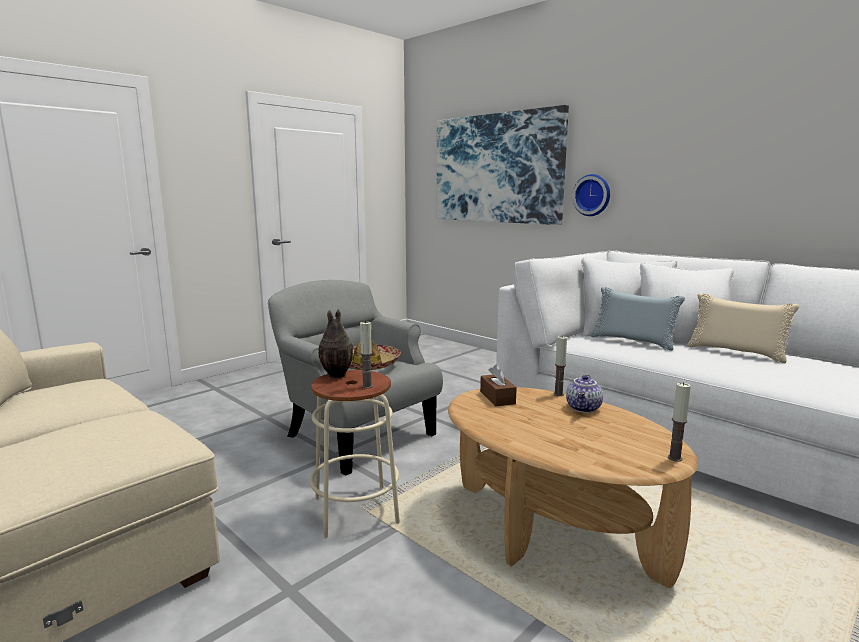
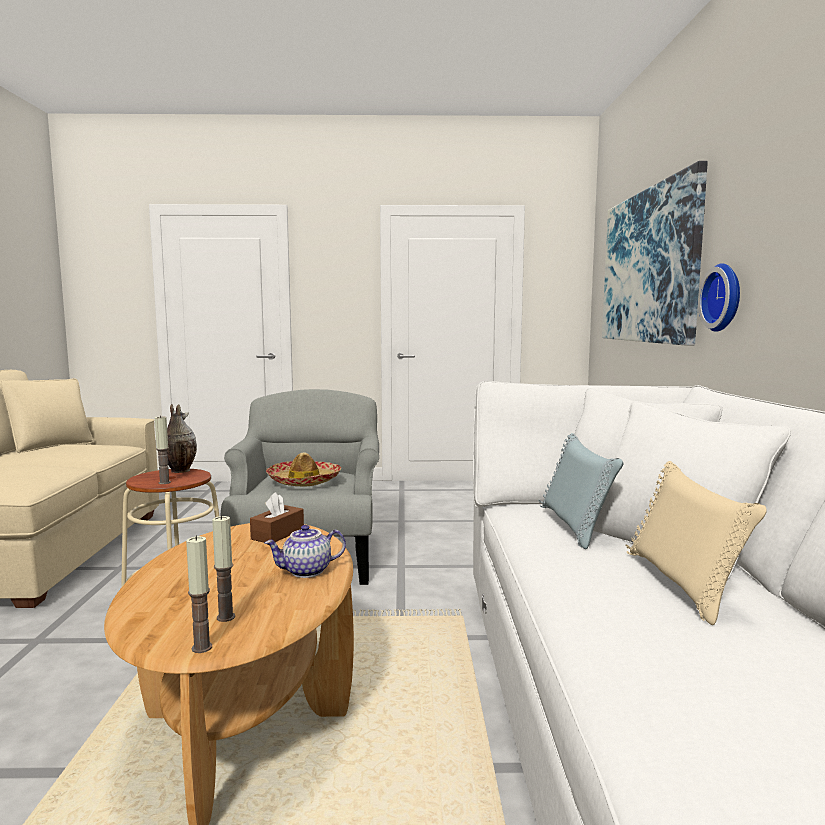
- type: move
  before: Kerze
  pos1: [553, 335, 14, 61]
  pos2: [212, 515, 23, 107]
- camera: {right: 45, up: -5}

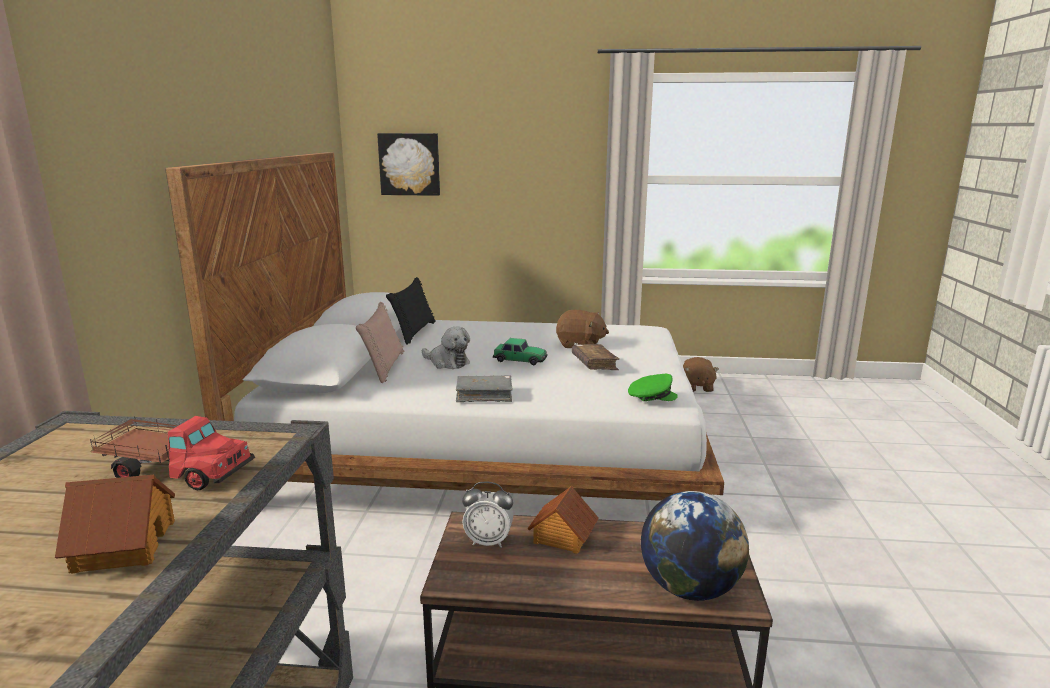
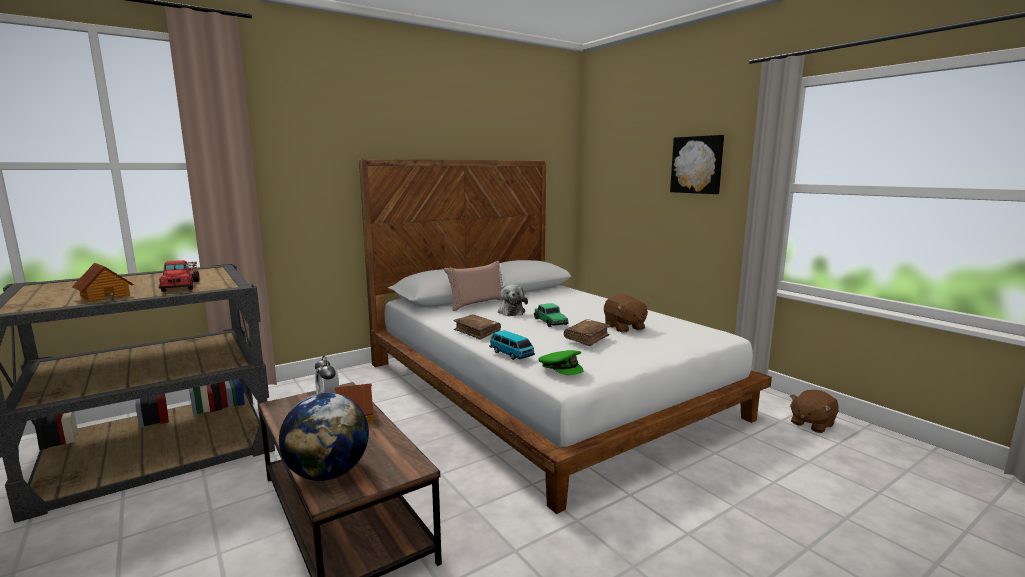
- type: delete
  before: Kissen/schwarz
  pos1: [386, 277, 50, 67]
- type: insert
  after: Spielzeugauto
  pos2: [490, 330, 45, 30]
- type: move
  before: Bild
  pos1: [377, 133, 63, 63]
  pos2: [670, 135, 54, 59]
- type: recolor
  before: Buch/grau
  after: Buch/braun
  pos1: [456, 375, 56, 27]
  pos2: [453, 315, 48, 25]
- camera: {right: 50, up: -5}

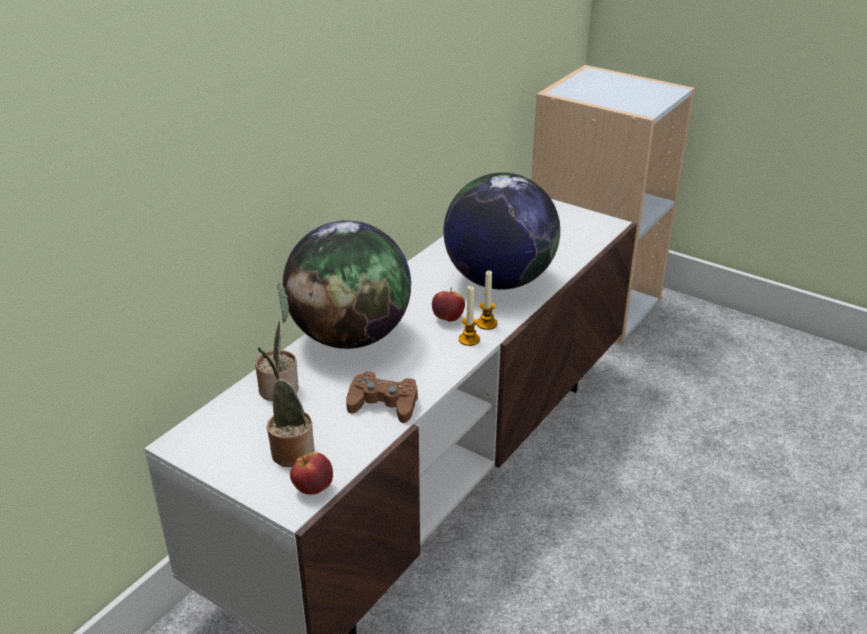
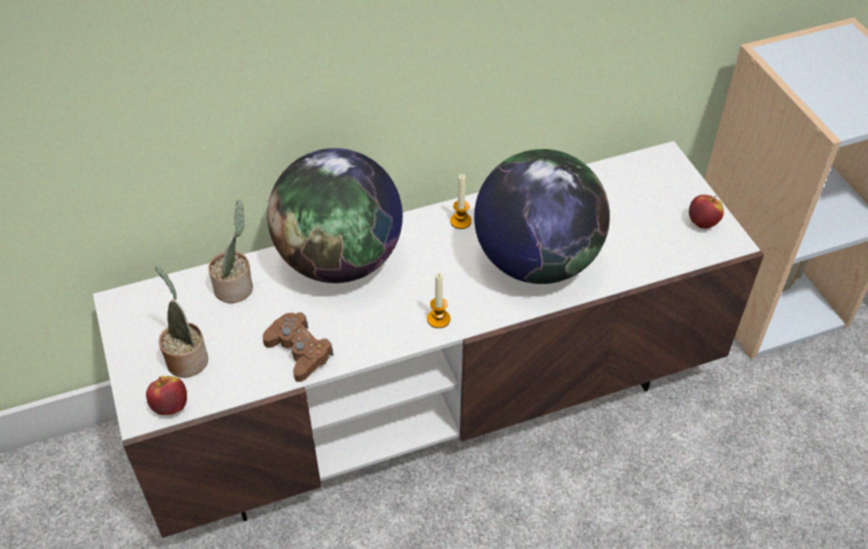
- type: move
  before: Apfel
  pos1: [432, 288, 33, 34]
  pos2: [689, 195, 35, 34]
- type: move
  before: Kerze
  pos1: [477, 270, 20, 60]
  pos2: [450, 174, 22, 55]
- camera: {right: 35, up: 15}

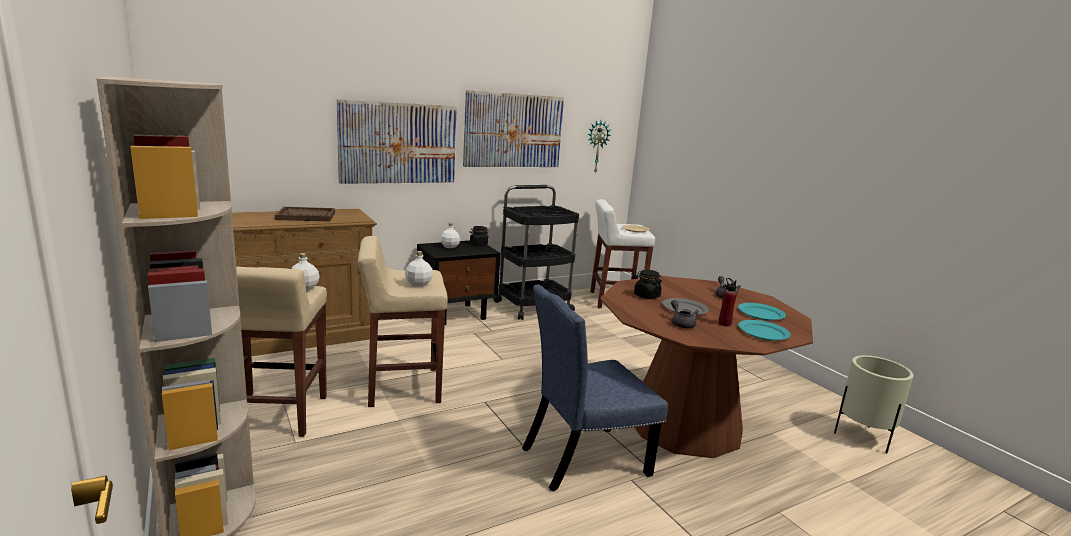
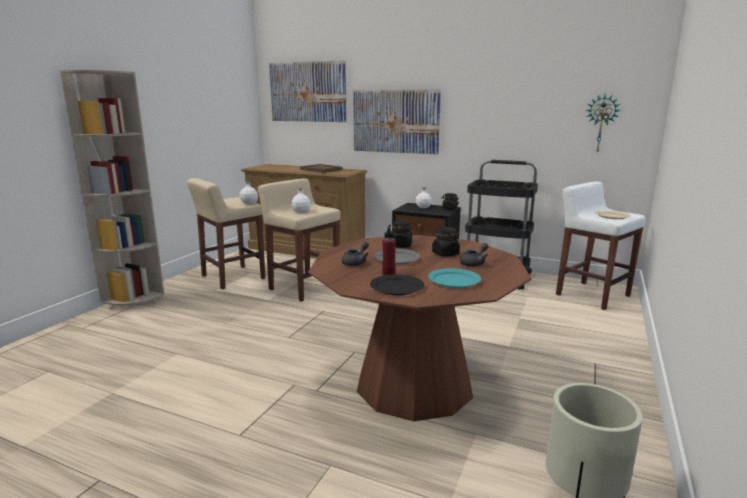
- type: delete
  before: Stuhl/blau
  pos1: [522, 284, 146, 207]
- type: insert
  after: Vorratsglas/schwarz
  pos2: [432, 227, 28, 30]
- type: move
  before: Bild
  pos1: [463, 90, 101, 77]
  pos2: [269, 60, 78, 62]
- type: recolor
  before: Teller/türkis
  after: Teller/schwarz
  pos1: [738, 320, 53, 21]
  pos2: [370, 274, 54, 21]
- camera: {right: 55, up: 0}

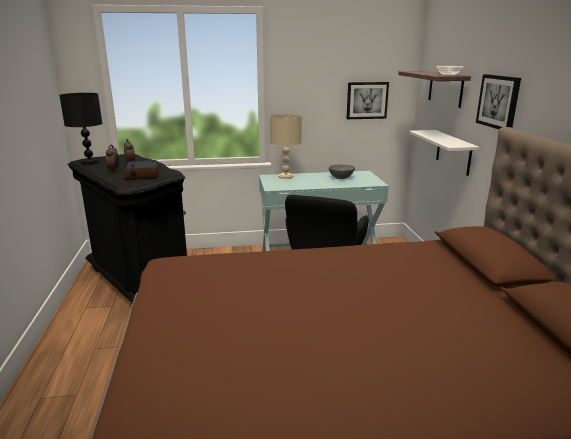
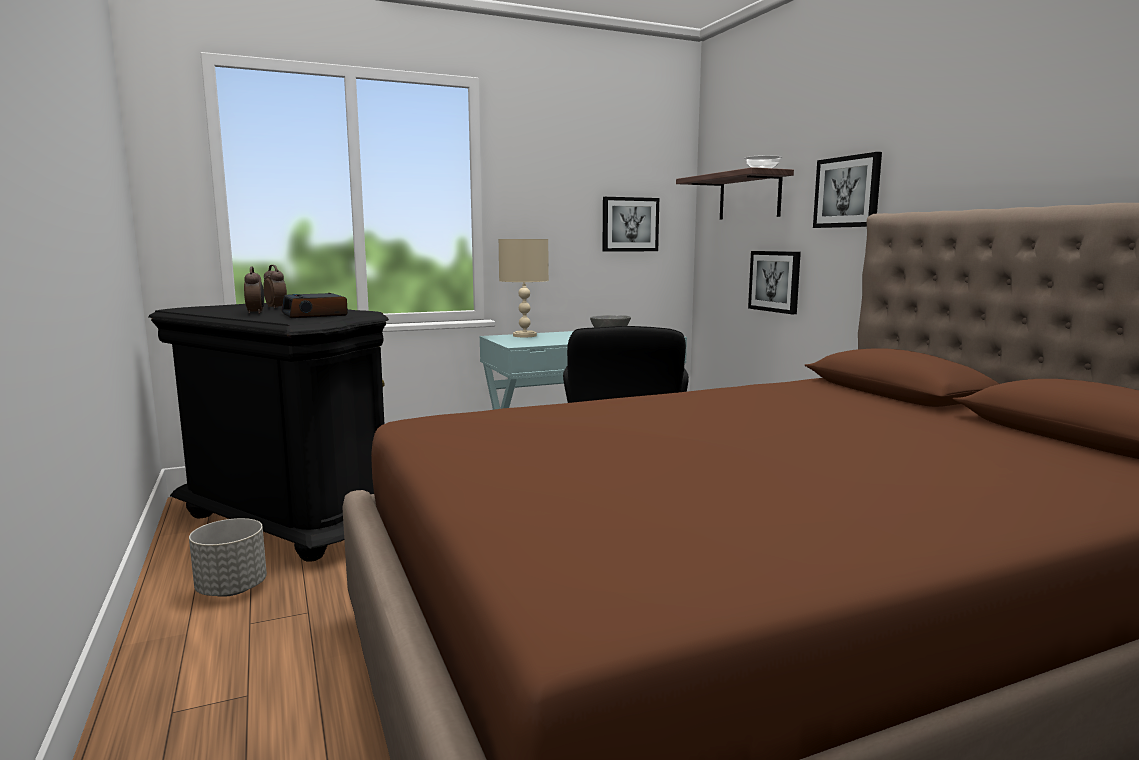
- type: delete
  before: Tischlampe/schwarz
  pos1: [59, 93, 43, 72]
- type: insert
  after: Pflanzkübel/grau
  pos2: [189, 518, 78, 79]
- type: replace
  before: Wandregal/weiß
  after: Bild
  pos1: [409, 130, 71, 46]
  pos2: [748, 251, 53, 63]
- camera: {right: -15, up: -10}

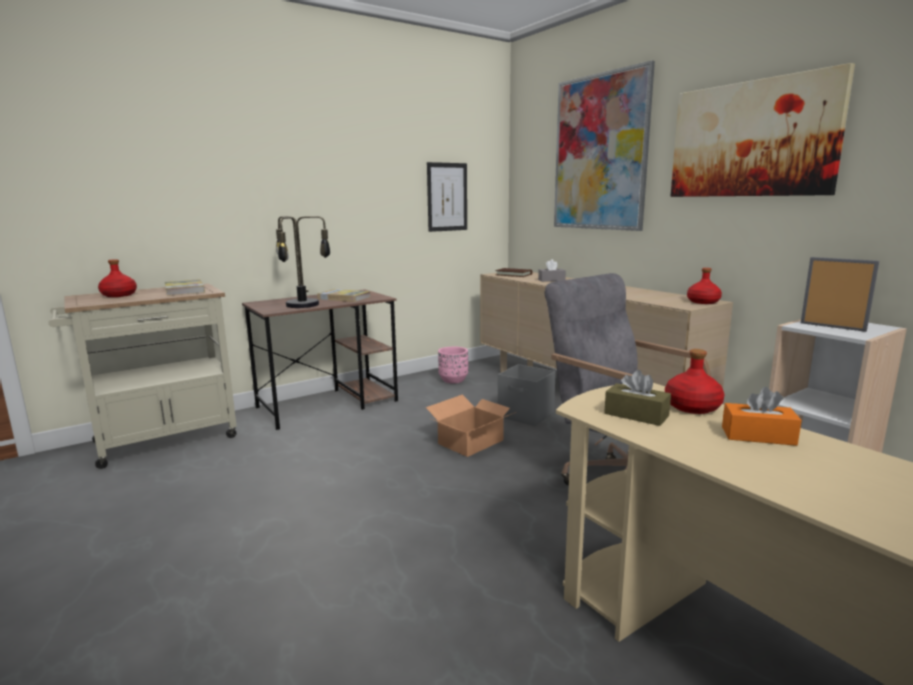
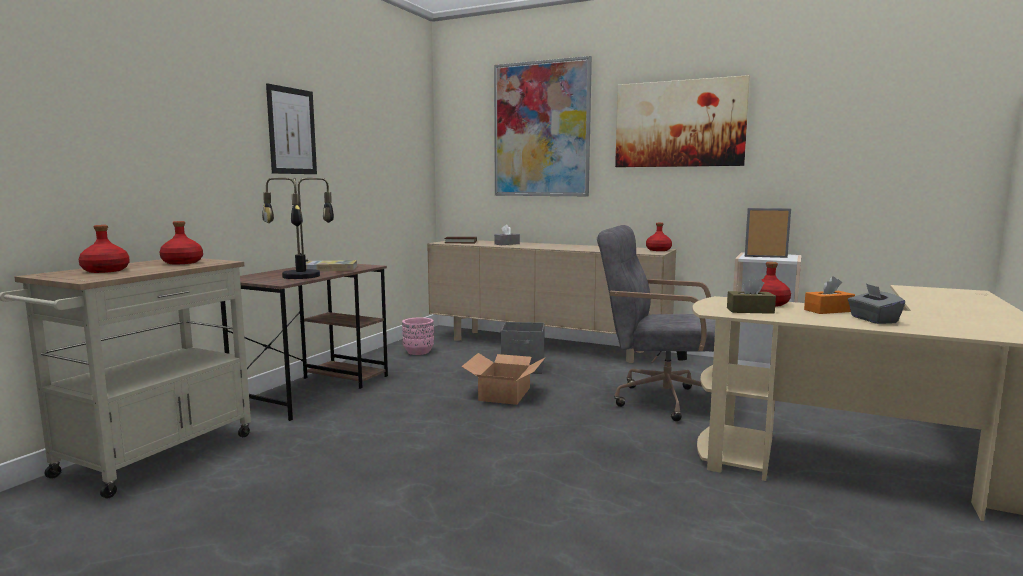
- type: insert
  after: Taschentuchbox/grau
  pos2: [848, 284, 57, 40]
- type: move
  before: Bild
  pos1: [427, 162, 40, 70]
  pos2: [266, 83, 51, 91]
- type: replace
  before: Buch
  after: Flasche/rot
  pos1: [165, 279, 40, 17]
  pos2: [160, 221, 43, 43]
- camera: {right: -30, up: -5}

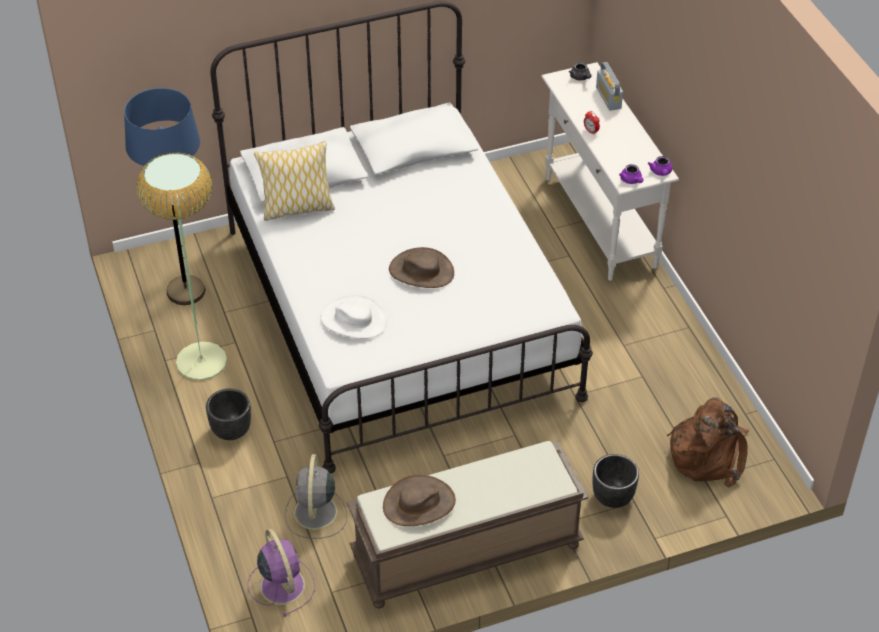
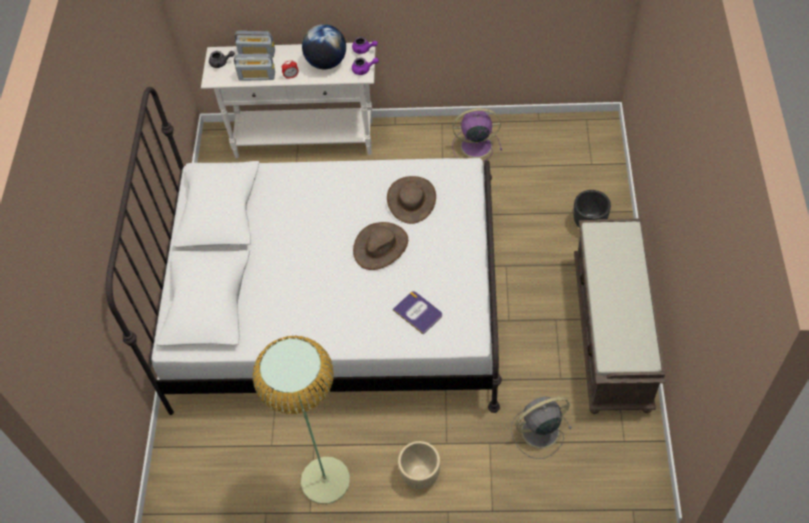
- type: delete
  before: Stehlampe/blau
  pos1: [124, 88, 81, 217]
- type: delete
  before: Kissen
  pos1: [254, 141, 81, 80]
- type: delete
  before: Rucksack/braun
  pos1: [667, 397, 82, 90]
- type: insert
  after: Radio
  pos2: [234, 54, 41, 27]
- type: insert
  after: Globus
  pos2: [302, 24, 44, 45]
- type: move
  before: Ventilator/lila
  pos1: [247, 528, 68, 89]
  pos2: [452, 108, 50, 54]
- type: move
  before: Hut/braun
  pos1: [383, 475, 73, 51]
  pos2: [387, 176, 49, 48]
- type: replace
  before: Hut/weiß
  after: Buch
  pos1: [320, 295, 67, 44]
  pos2: [393, 291, 49, 44]
- type: recolor
  before: Pflanzkübel/schwarz
  after: Pflanzkübel/beige
  pos1: [206, 388, 45, 52]
  pos2: [398, 441, 42, 48]
- type: rotate
  before: Ventilator/grau
  pos1: [285, 454, 62, 85]
  pos2: [511, 396, 61, 63]
  turn: 135
- camera: {right: -65, up: 10}

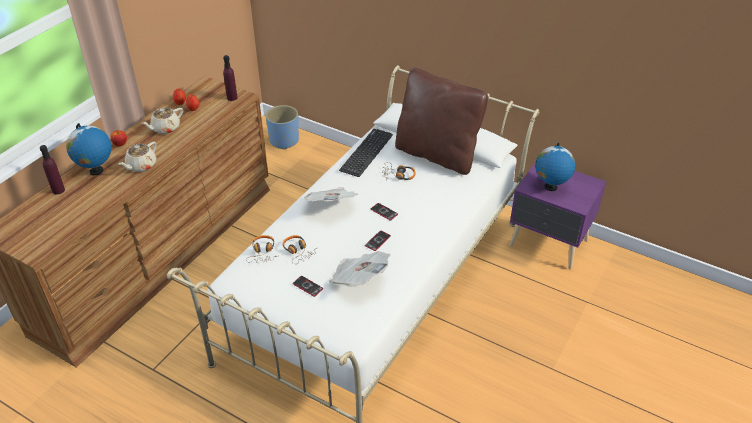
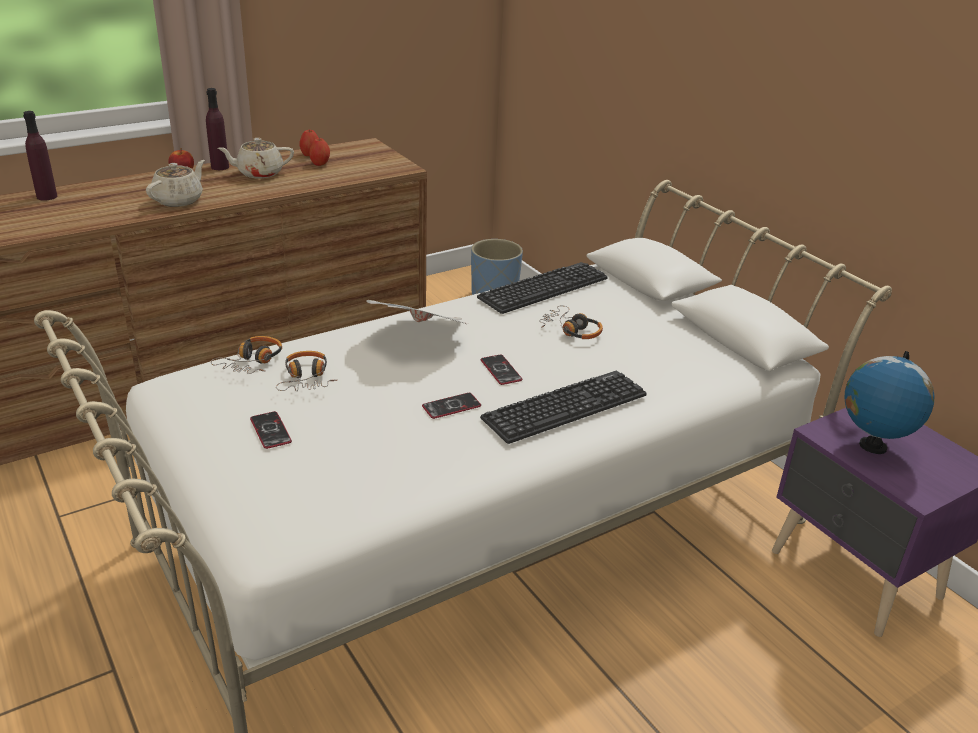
- type: delete
  before: Globus
  pos1: [66, 123, 46, 52]
- type: delete
  before: Zeitung
  pos1: [329, 251, 61, 36]
- type: delete
  before: Kissen/braun
  pos1: [395, 68, 93, 107]
- type: insert
  after: Tastatur
  pos2: [480, 371, 167, 73]
- type: move
  before: Flasche/lila
  pos1: [223, 55, 15, 46]
  pos2: [206, 88, 23, 82]
- type: rotate
  before: Teekanne/beige
  pos1: [118, 142, 39, 30]
  pos2: [146, 160, 59, 47]
  turn: 150
- camera: {right: 25, up: -10}

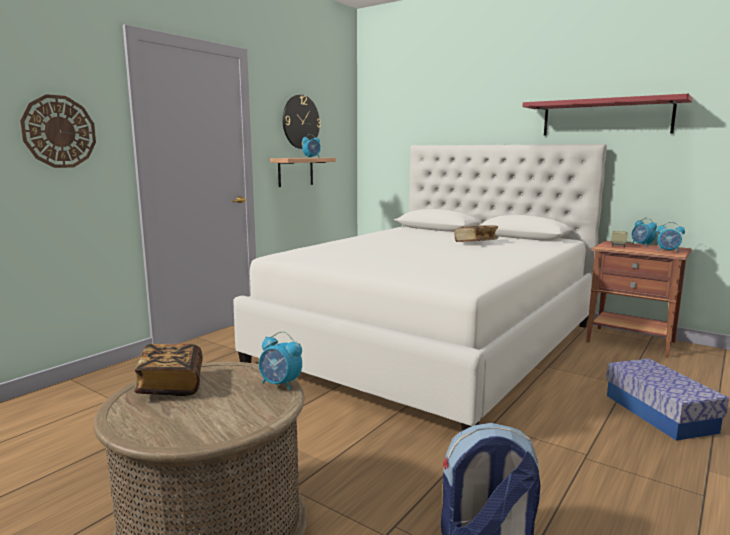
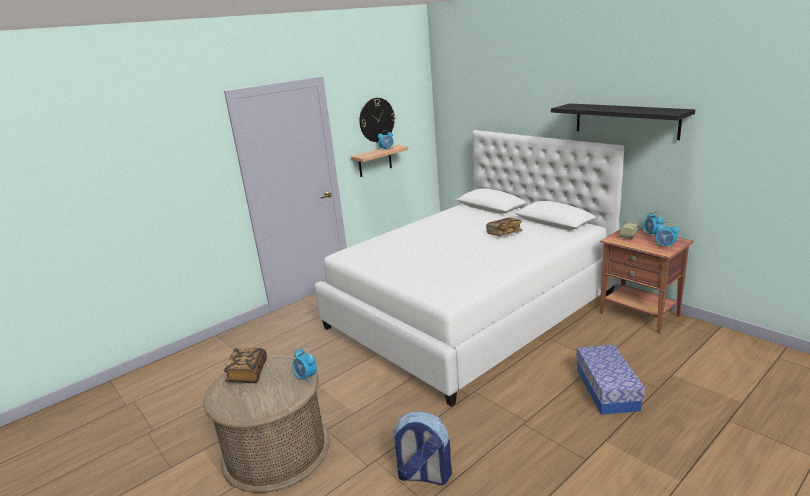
- type: delete
  before: Wanduhr
  pos1: [20, 94, 76, 74]
- type: recolor
  before: Wandregal/rot
  after: Wandregal/schwarz
  pos1: [522, 94, 171, 42]
  pos2: [551, 103, 144, 37]
- camera: {right: 15, up: 10}

